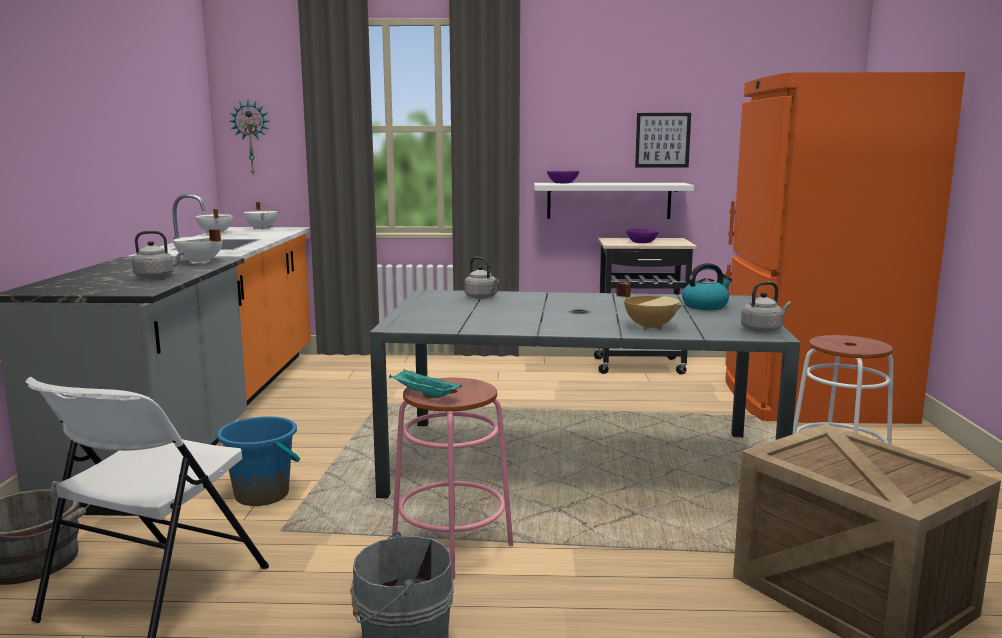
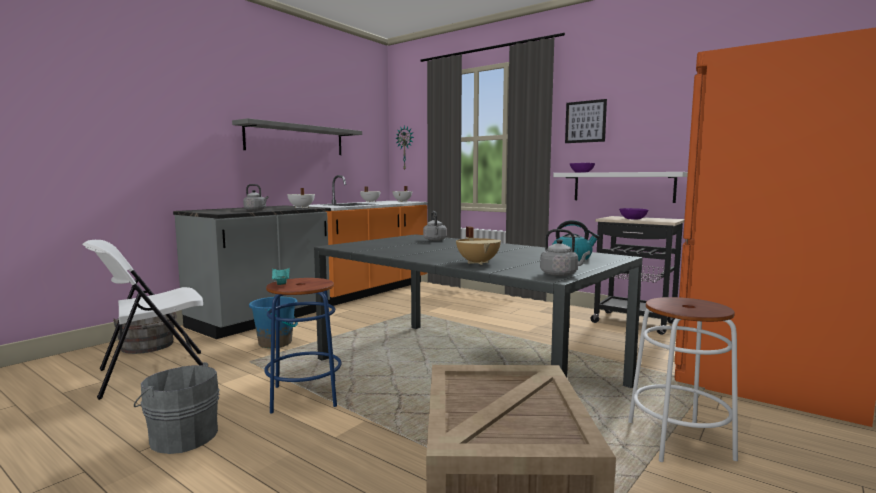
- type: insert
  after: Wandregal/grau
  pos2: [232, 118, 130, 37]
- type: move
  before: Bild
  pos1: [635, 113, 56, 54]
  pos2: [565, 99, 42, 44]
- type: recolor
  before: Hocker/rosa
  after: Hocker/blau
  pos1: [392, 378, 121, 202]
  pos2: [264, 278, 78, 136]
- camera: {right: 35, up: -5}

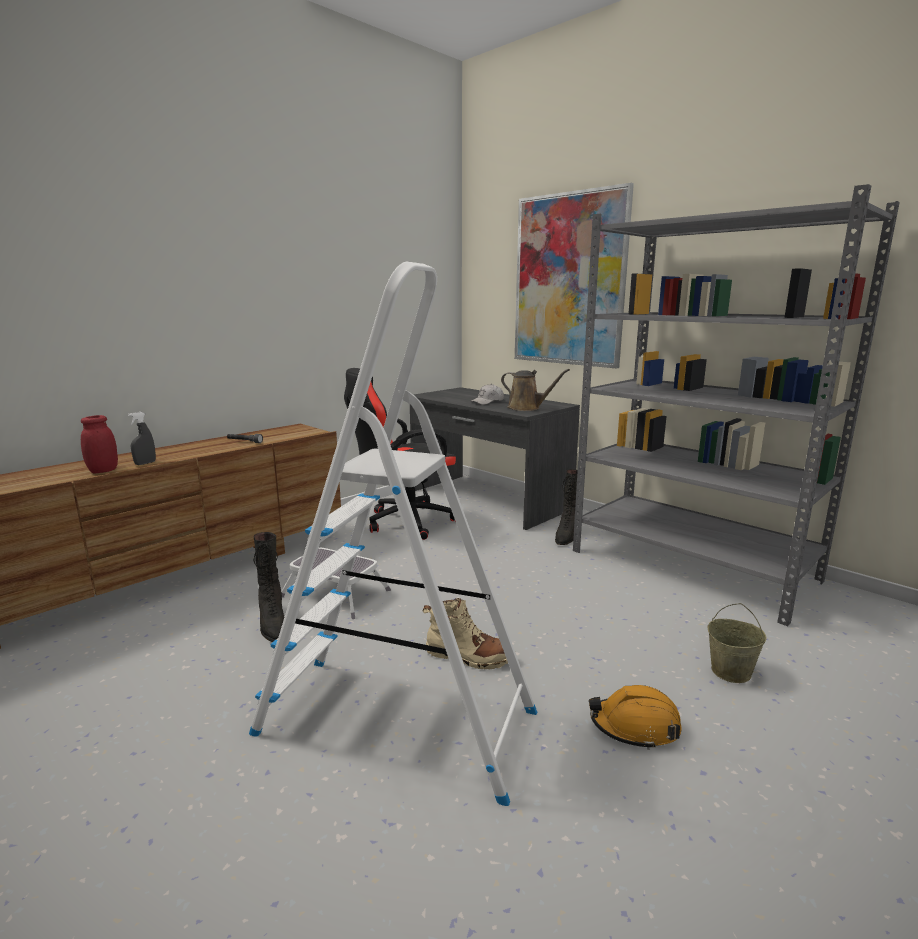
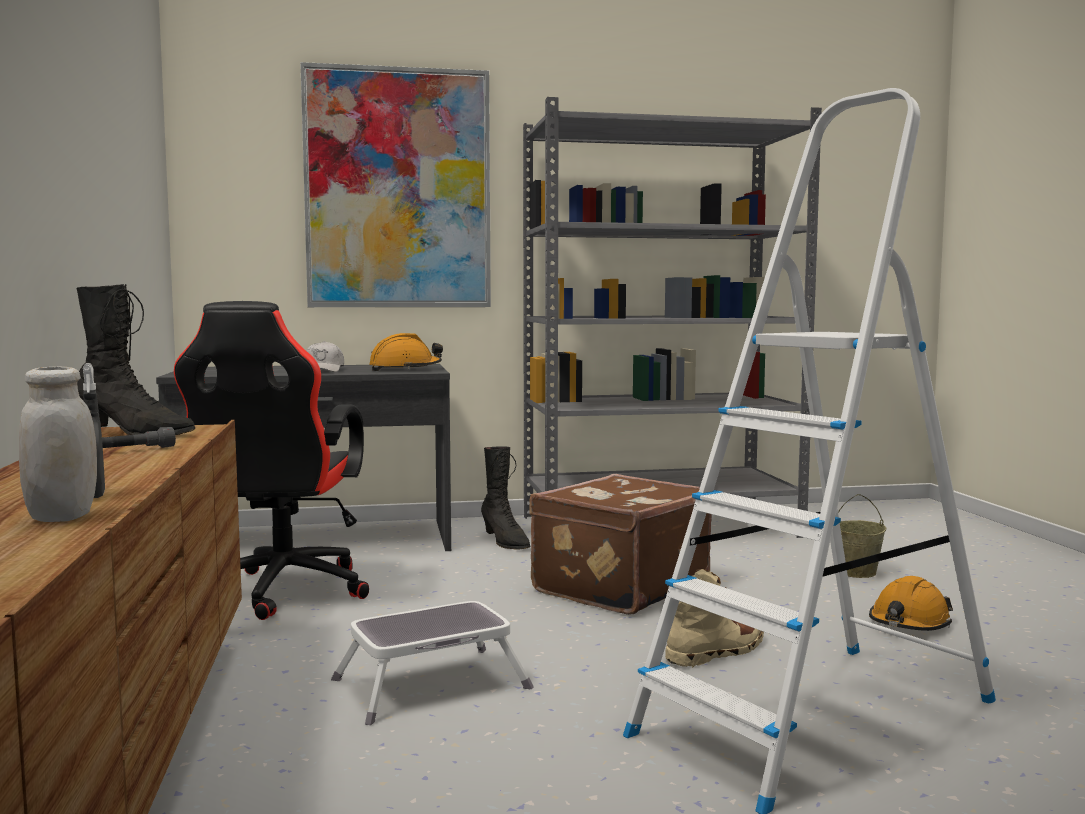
- type: insert
  after: Koffer/braun
  pos2: [529, 474, 183, 141]
- type: move
  before: Stiefel/schwarz
  pos1: [253, 532, 31, 110]
  pos2: [77, 284, 118, 151]
- type: replace
  before: Gießkanne/braun
  after: Schutzhelm/orange
  pos1: [501, 369, 69, 42]
  pos2: [369, 333, 74, 38]
- type: recolor
  before: Vorratsglas/rot
  after: Vorratsglas/weiß
  pos1: [81, 415, 37, 58]
  pos2: [19, 366, 78, 156]
- camera: {right: -55, up: -10}

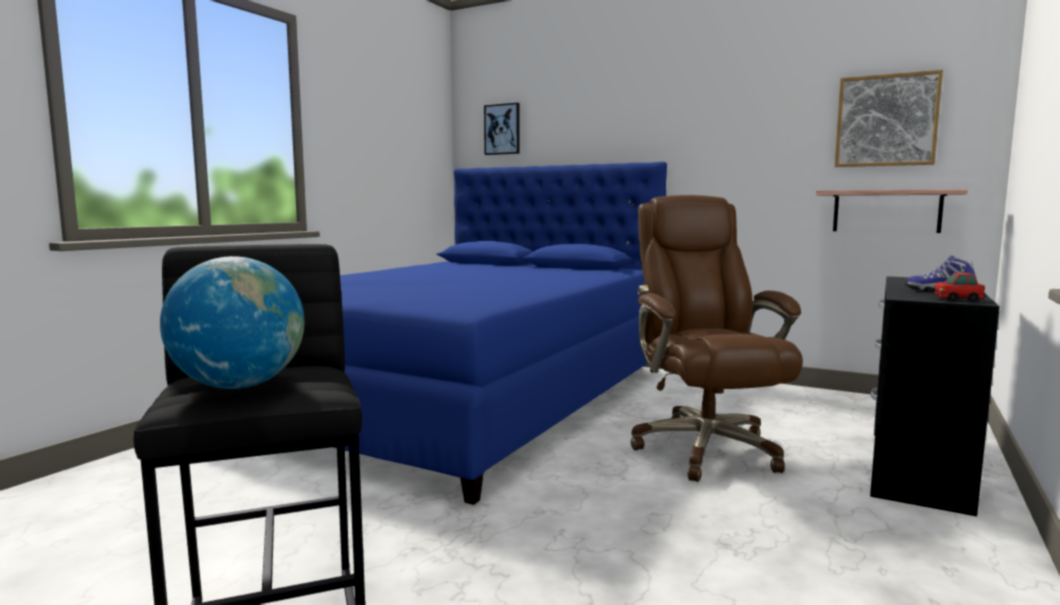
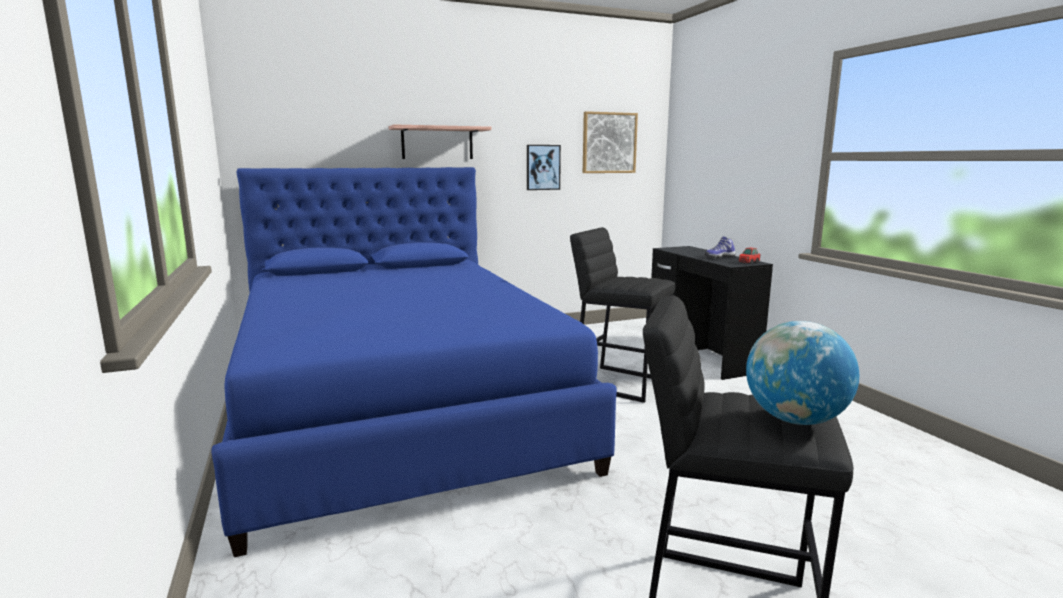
- type: move
  before: Bild
  pos1: [484, 103, 36, 52]
  pos2: [527, 145, 34, 45]
- type: move
  before: Wandregal
  pos1: [816, 189, 152, 44]
  pos2: [389, 124, 102, 35]
- type: replace
  before: Bürostuhl/braun
  after: Hocker/schwarz
  pos1: [631, 195, 172, 287]
  pos2: [570, 227, 105, 176]
- camera: {right: -50, up: 5}

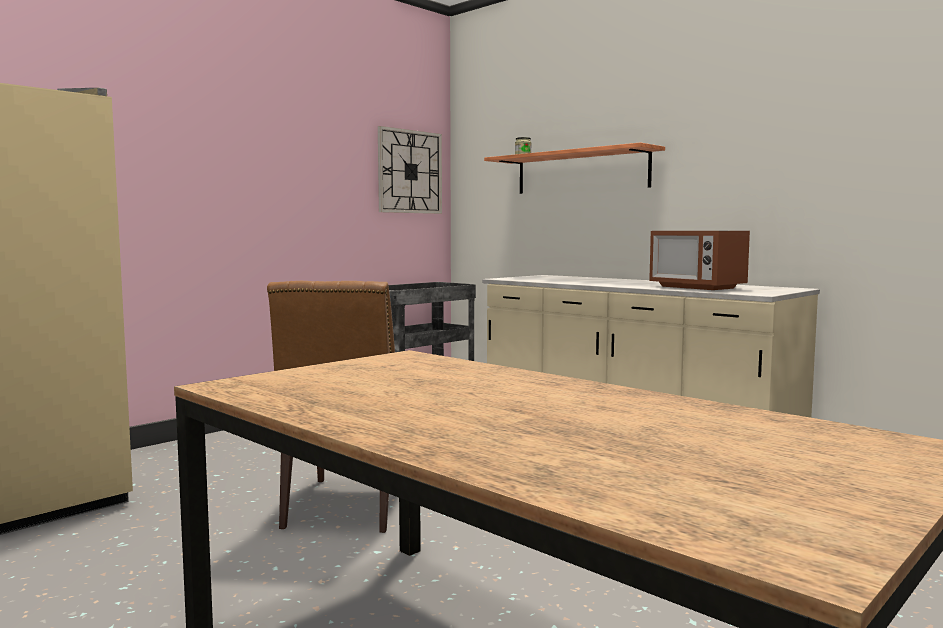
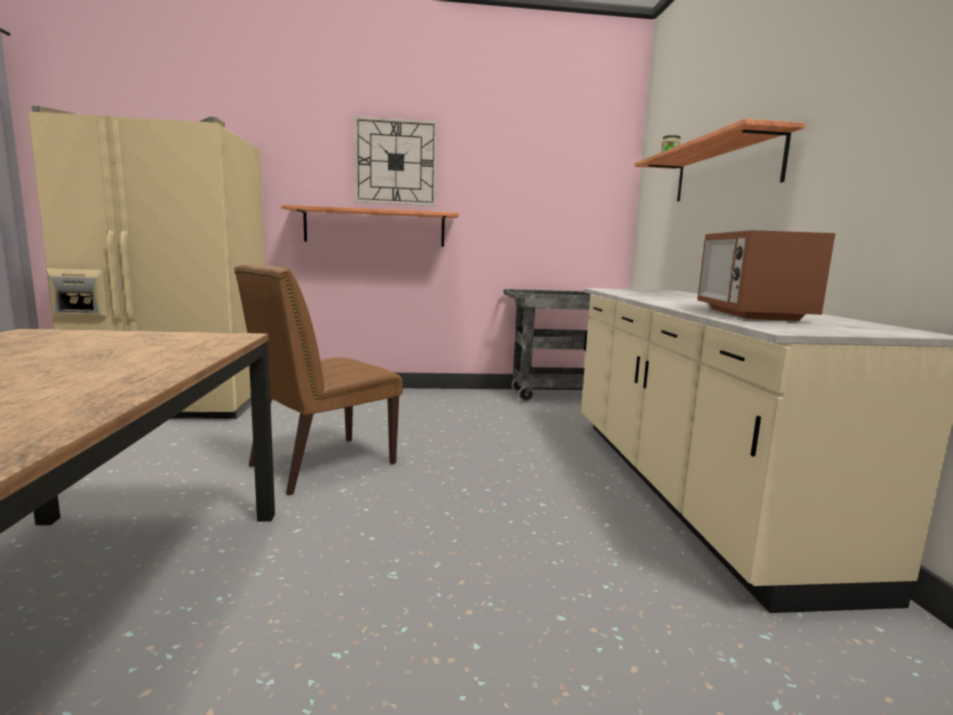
- type: insert
  after: Wandregal
  pos2: [281, 205, 178, 42]
- type: move
  before: Wanduhr
  pos1: [378, 126, 64, 88]
  pos2: [354, 116, 84, 90]
- camera: {right: 40, up: 5}

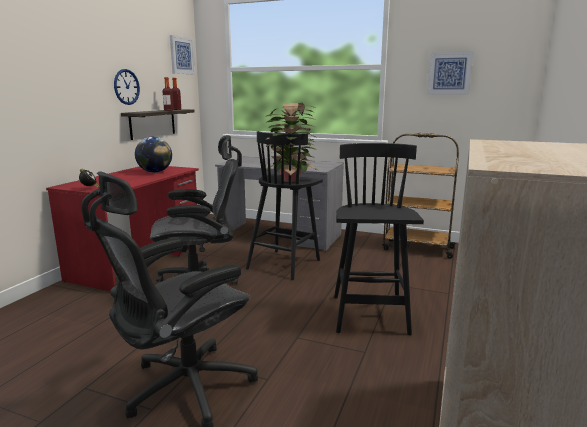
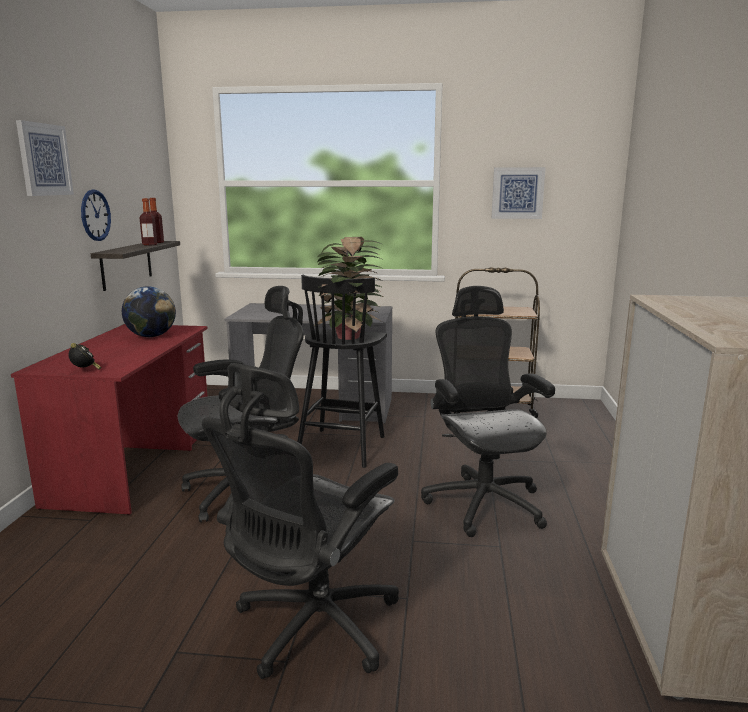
- type: move
  before: Bild
  pos1: [170, 35, 25, 39]
  pos2: [16, 120, 58, 76]
- type: replace
  before: Hocker/schwarz
  after: Bürostuhl
  pos1: [334, 143, 90, 193]
  pos2: [421, 286, 134, 251]
- camera: {right: -15, up: 0}

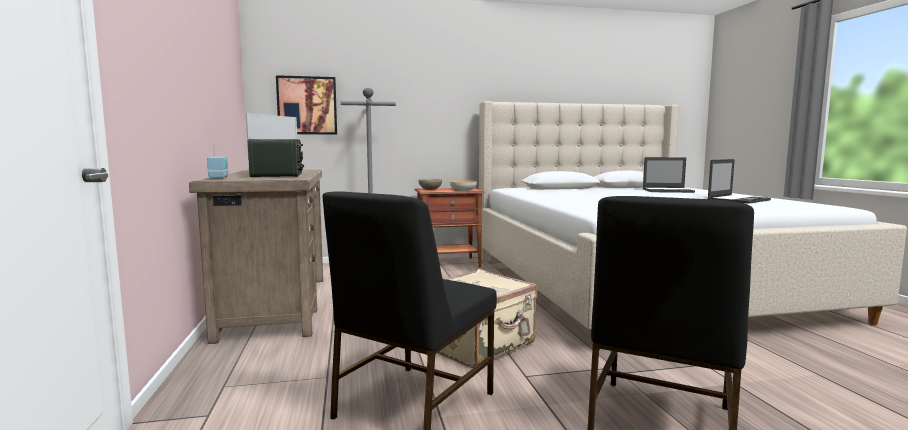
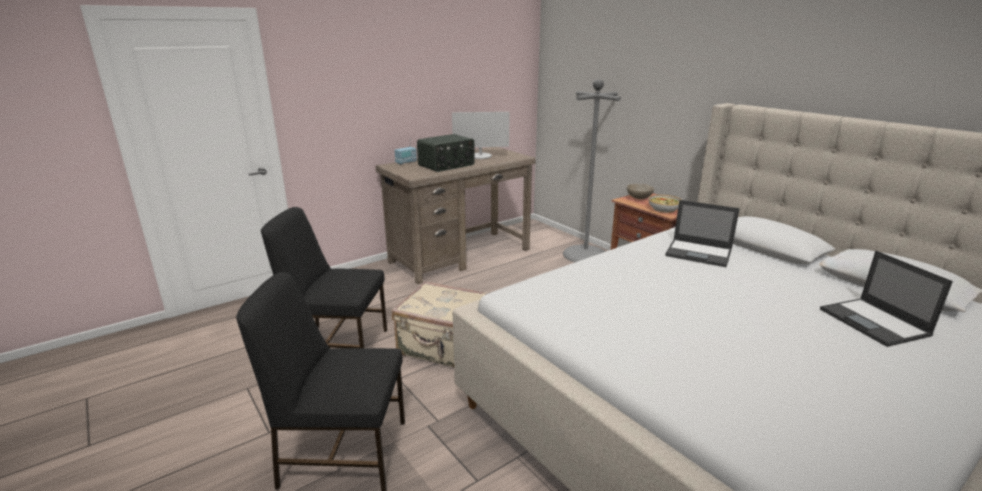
- type: delete
  before: Bild
  pos1: [276, 75, 61, 60]
- type: move
  before: Laptop
  pos1: [707, 159, 64, 45]
  pos2: [665, 200, 75, 67]
- camera: {right: 65, up: 15}

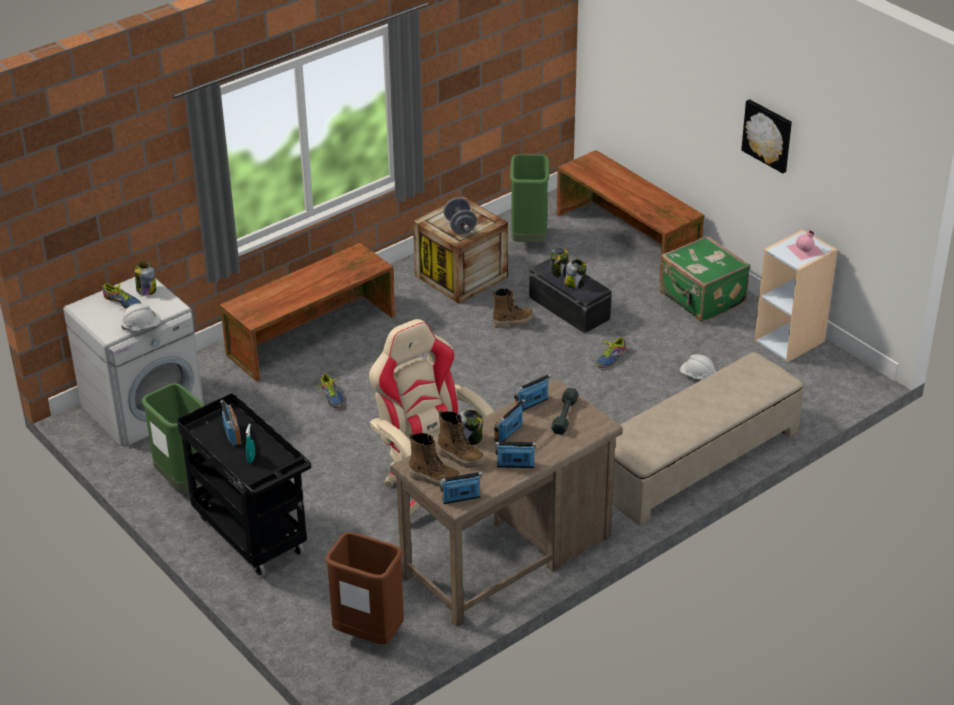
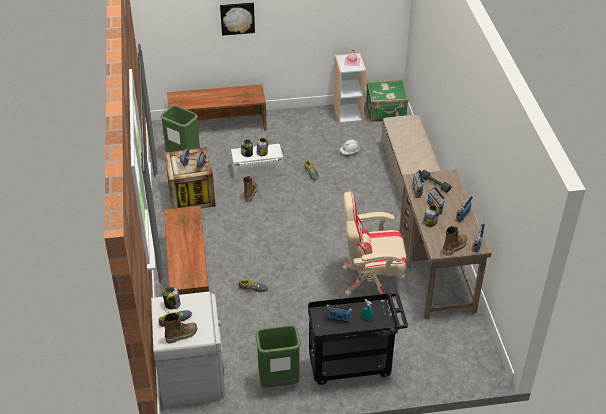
- type: delete
  before: Schutzhelm/weiß
  pos1: [121, 303, 40, 27]
- type: delete
  before: Mülleimer/braun
  pos1: [325, 532, 79, 112]
- type: move
  before: Stiefel
  pos1: [437, 409, 48, 59]
  pos2: [163, 313, 34, 30]
- type: move
  before: Koffer/grün
  pos1: [660, 236, 90, 86]
  pos2: [366, 79, 43, 43]
- type: move
  before: Bild
  pos1: [741, 99, 51, 74]
  pos2: [220, 3, 35, 33]
- type: recolor
  before: Aufbewahrungsbox/schwarz
  after: Aufbewahrungsbox/weiß
  pos1: [529, 258, 83, 75]
  pos2: [231, 144, 52, 35]
- camera: {right: -60, up: 5}

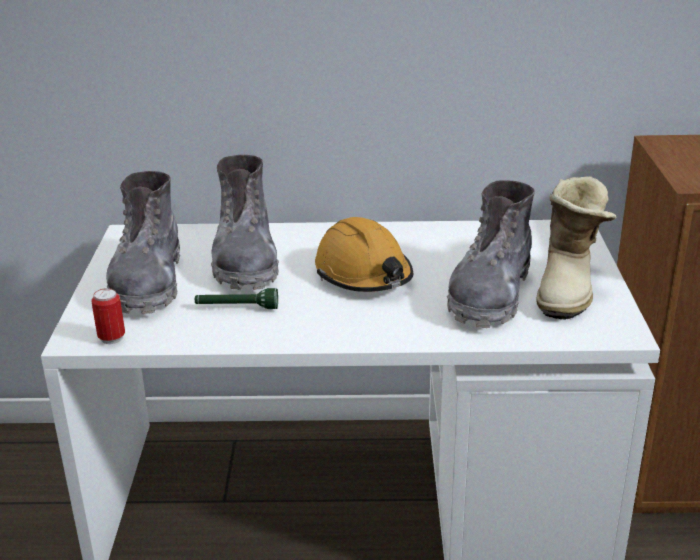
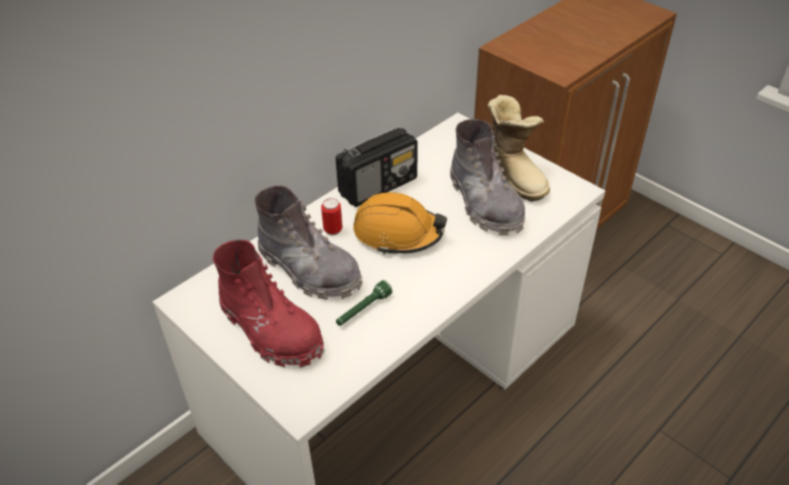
- type: insert
  after: Radio
  pos2: [336, 128, 82, 79]
- type: move
  before: Dose
  pos1: [91, 288, 34, 56]
  pos2: [321, 198, 21, 38]
- type: recolor
  before: Stiefel/grau
  after: Stiefel/rot
  pos1: [106, 171, 74, 143]
  pos2: [213, 240, 112, 128]
- camera: {right: -45, up: 15}

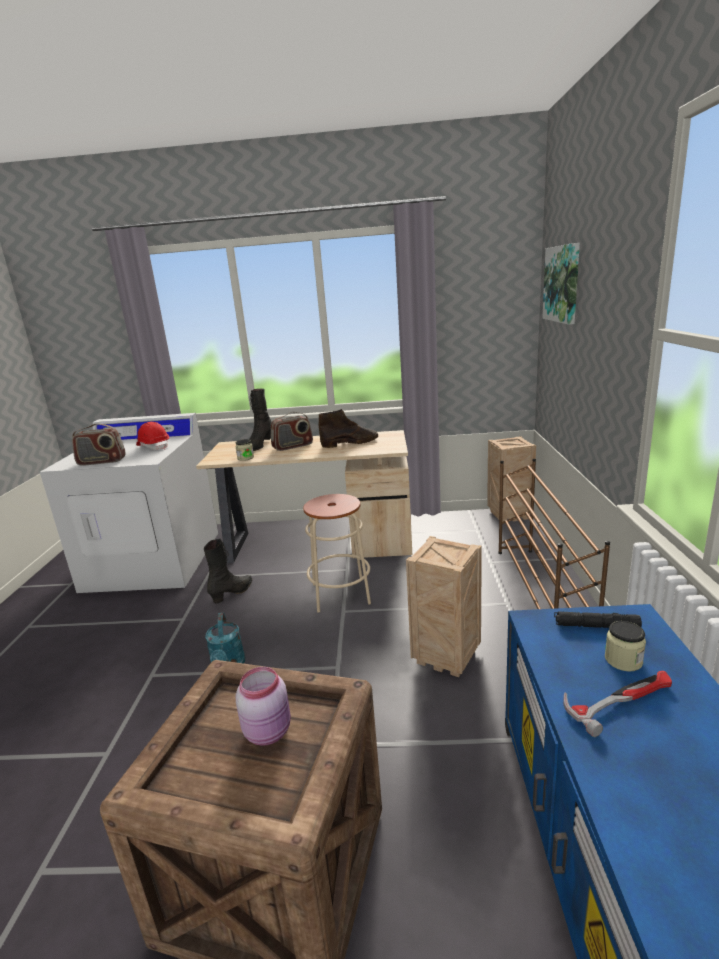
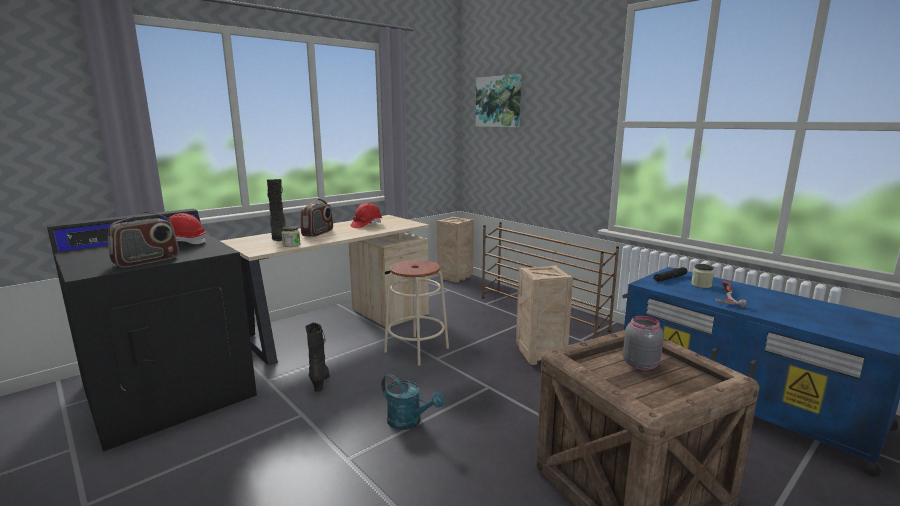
- type: replace
  before: Stiefel/braun
  after: Schutzhelm/rot
  pos1: [319, 409, 59, 39]
  pos2: [351, 203, 31, 25]
- type: recolor
  before: Waschmaschine/weiß
  after: Waschmaschine/schwarz
  pos1: [40, 413, 178, 180]
  pos2: [47, 209, 210, 243]
- type: recolor
  before: Vorratsglas/rosa
  after: Vorratsglas/grau
  pos1: [236, 667, 55, 79]
  pos2: [623, 316, 41, 54]
- camera: {right: -45, up: -5}

